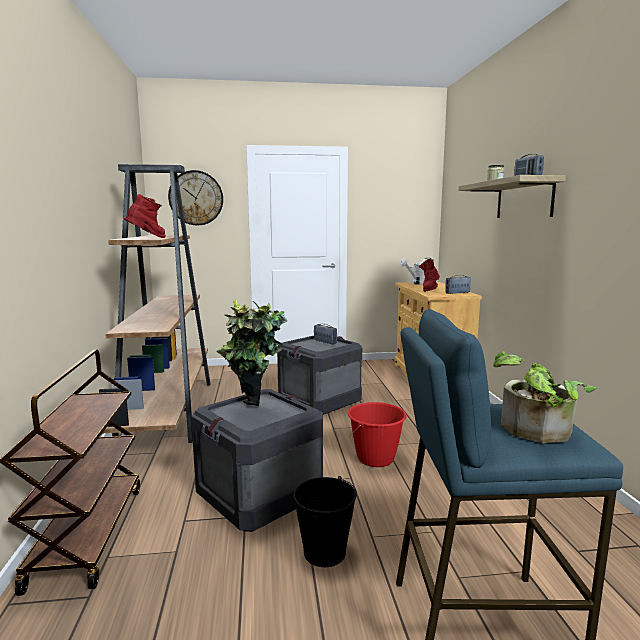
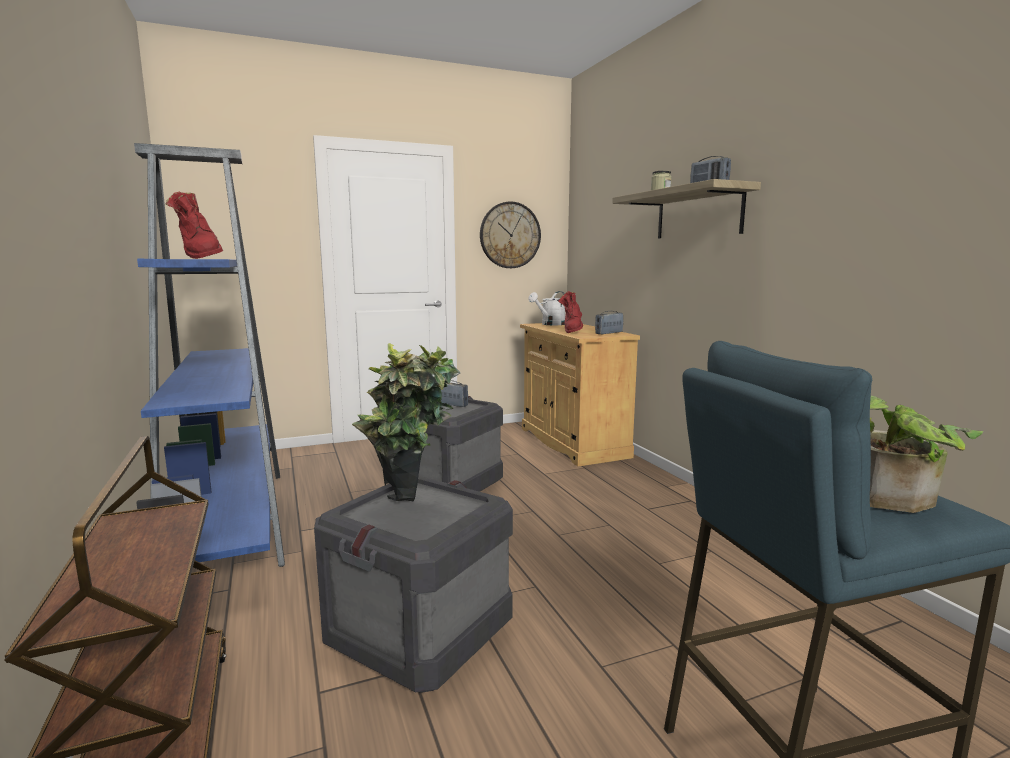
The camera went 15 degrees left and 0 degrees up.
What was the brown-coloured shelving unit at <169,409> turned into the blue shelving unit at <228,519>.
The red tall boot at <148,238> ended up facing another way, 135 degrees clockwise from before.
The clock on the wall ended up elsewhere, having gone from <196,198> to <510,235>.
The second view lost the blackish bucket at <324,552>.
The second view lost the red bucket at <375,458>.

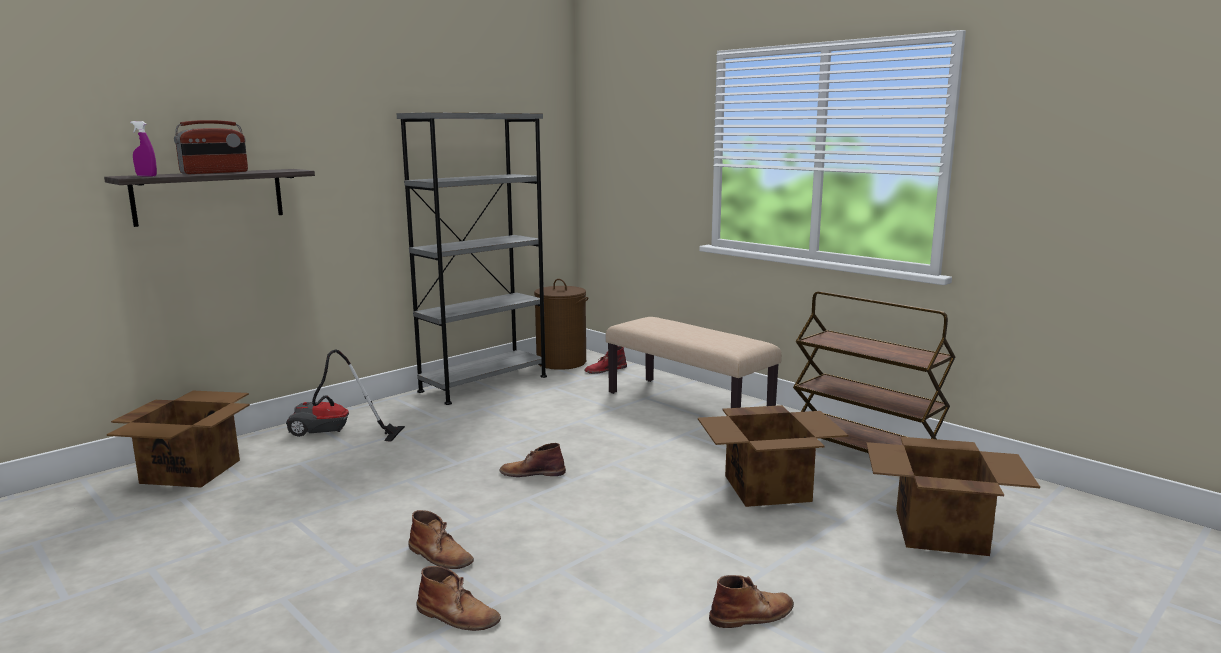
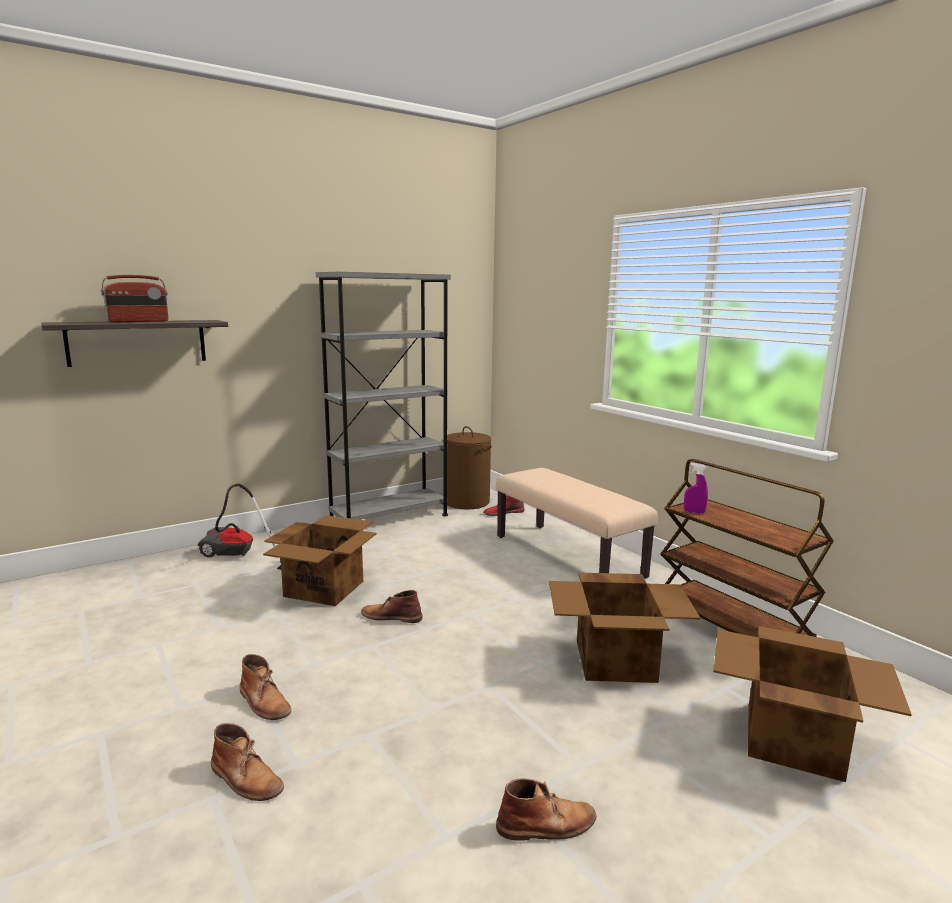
The camera went 10 degrees right and 0 degrees up.
The carton ended up elsewhere, having gone from <192,471> to <325,588>.
The purplish sprayer ended up elsewhere, having gone from <146,176> to <694,512>.

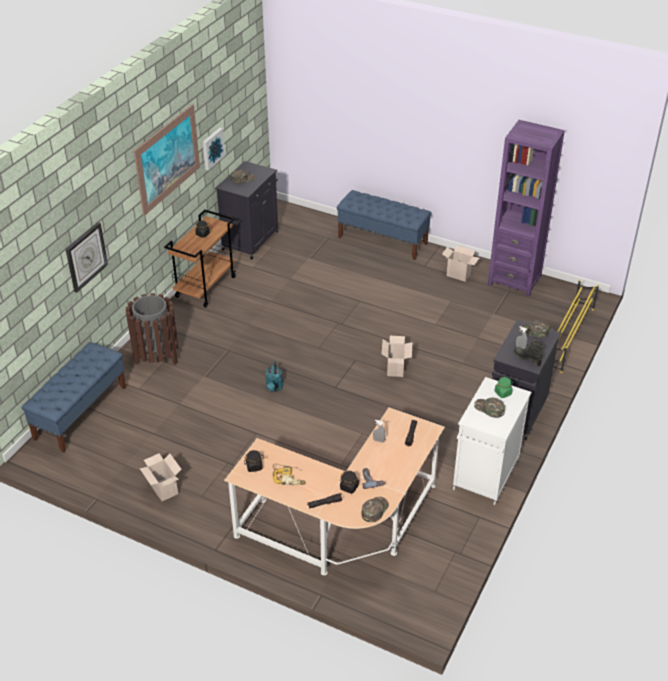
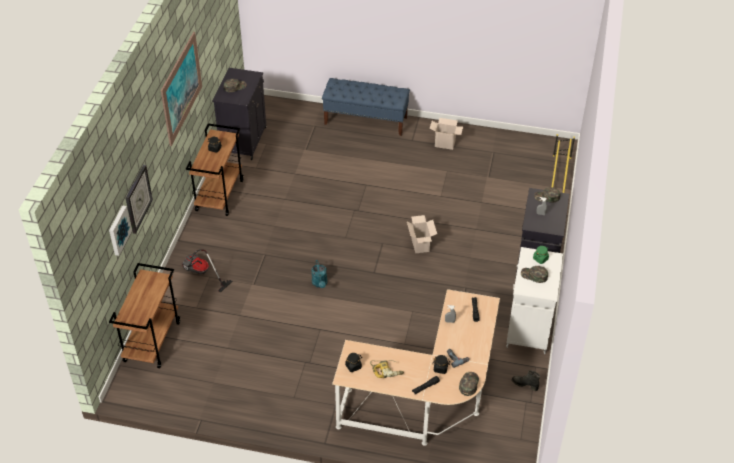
The camera went 15 degrees left and 5 degrees up.
The wall picture ended up elsewhere, having gone from <212,148> to <118,230>.
Where the blue long seat stood at <81,412>, the brown-coloured trolley came to stand at <152,341>.
Where the brown-coloured rubbish bin stood at <157,357>, the hoover came to stand at <201,274>.
The blackish tall boot ended up elsewhere, having gone from <527,358> to <525,384>.
The second view lost the carton at <163,489>.
The second view lost the purplish shelving unit at <514,280>.

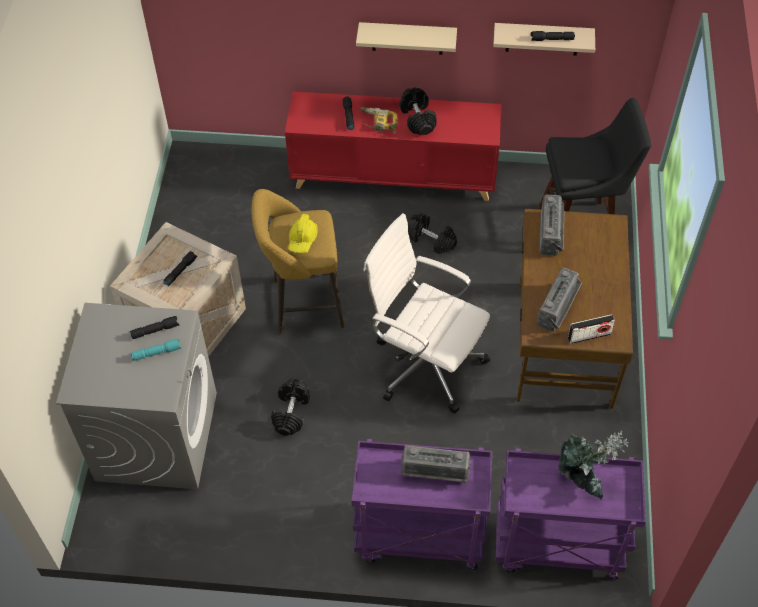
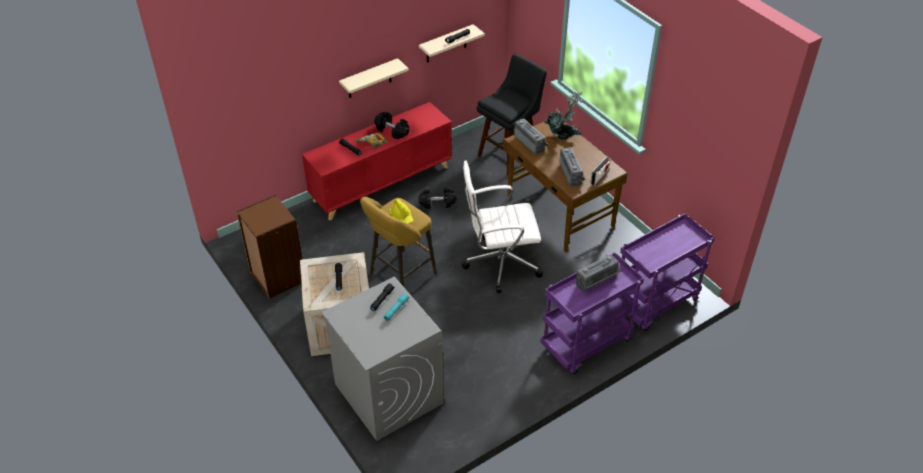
The camera went 40 degrees left and 10 degrees down.
The second view gained the brown-coloured shelving unit at <277,277>.
The houseplant ended up elsewhere, having gone from <583,478> to <563,136>.
The second view lost the blackish dumbbell at <291,412>.

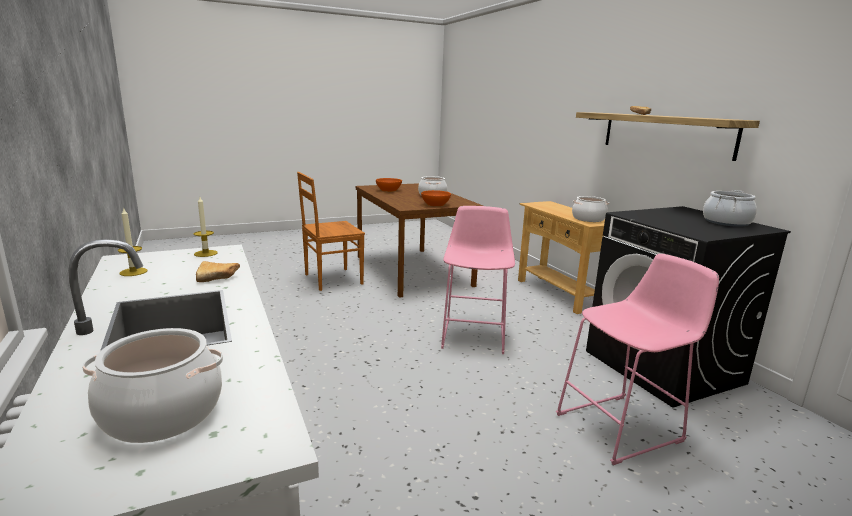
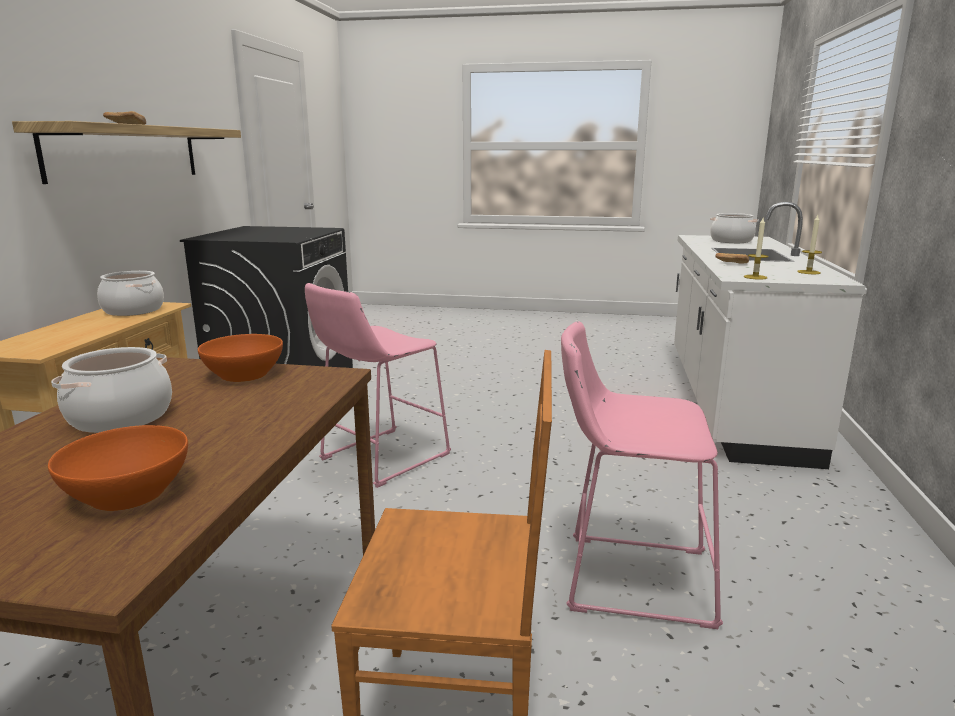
The camera went 145 degrees left and 0 degrees up.
The pink-coloured sitting stool ended up elsewhere, having gone from <624,426> to <629,577>.
The second view lost the stockpot at <726,222>.

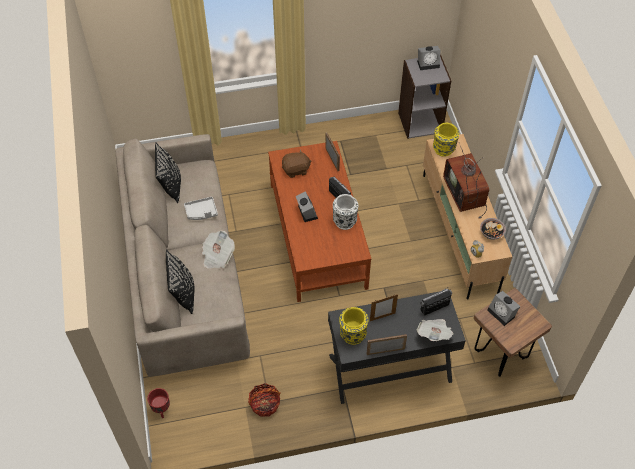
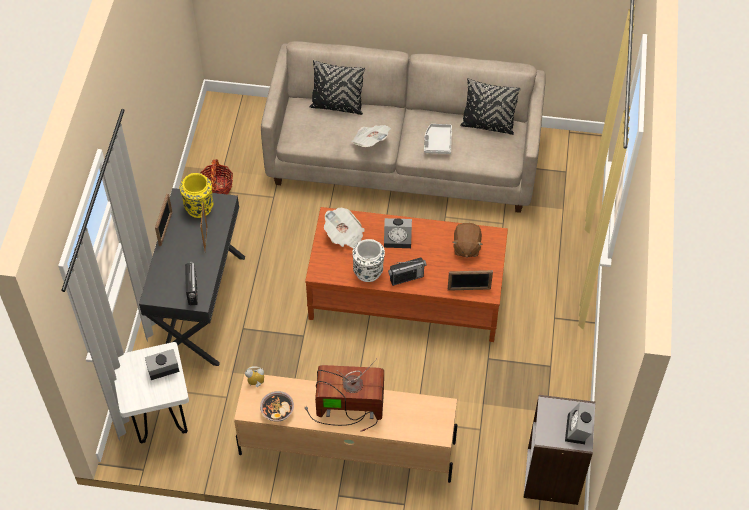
The camera went 110 degrees right and 0 degrees up.
What was the brown-coloured sitting stool at <500,355> turned into the white-coloured sitting stool at <160,420>.
The newspaper ended up elsewhere, having gone from <434,334> to <344,236>.
The second view lost the red flower pot at <161,409>.
The second view lost the yellow vase at <444,149>.

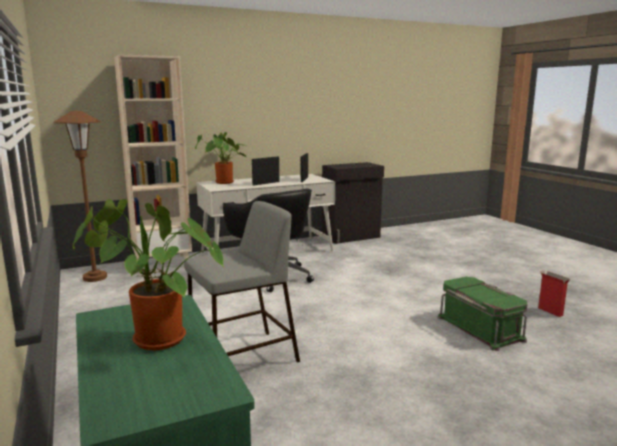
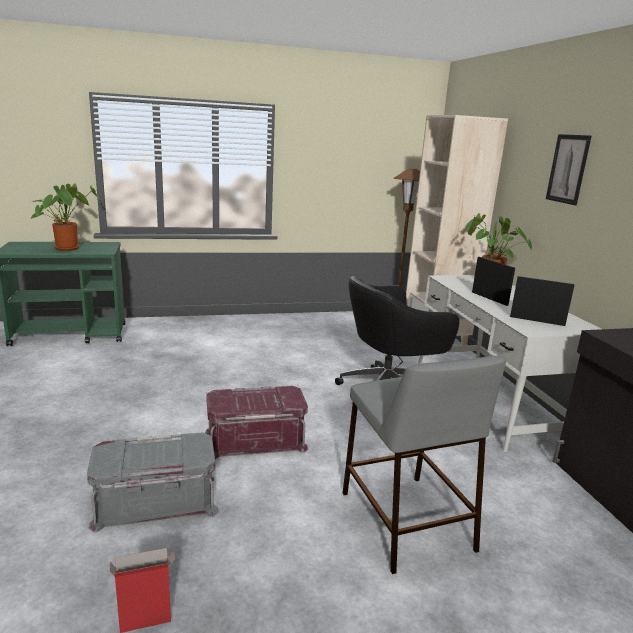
The camera went 100 degrees right and 5 degrees up.
What was the greenish storage box at <481,328> turned into the grey storage box at <155,503>.
The second view gained the red storage box at <255,440>.
The grey sitting stool ended up elsewhere, having gone from <242,358> to <404,519>.
The second view gained the wall picture at <568,169>.

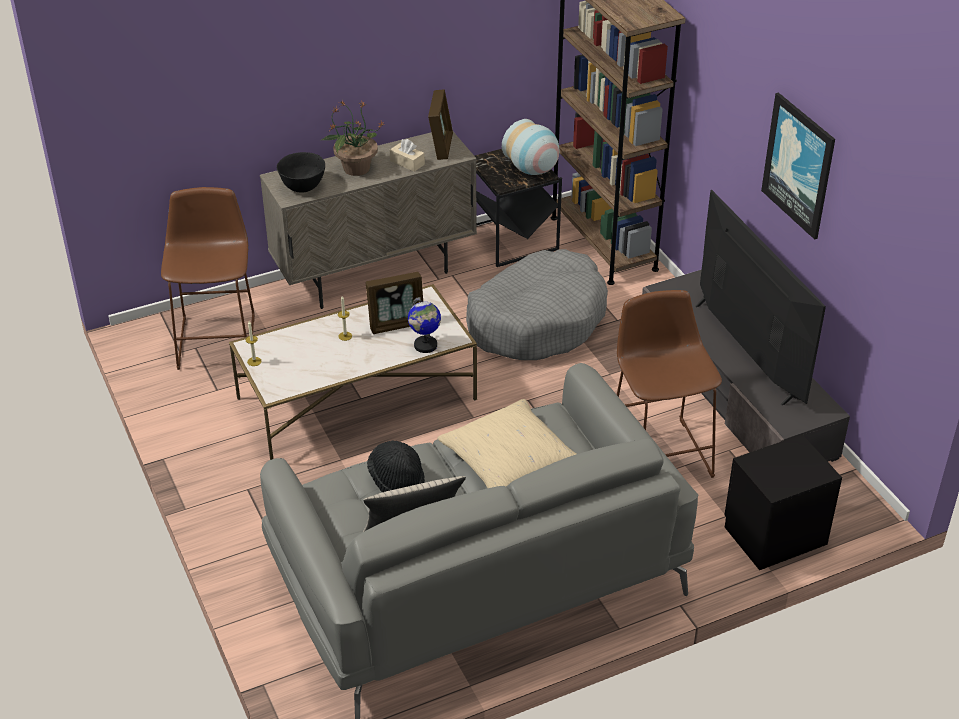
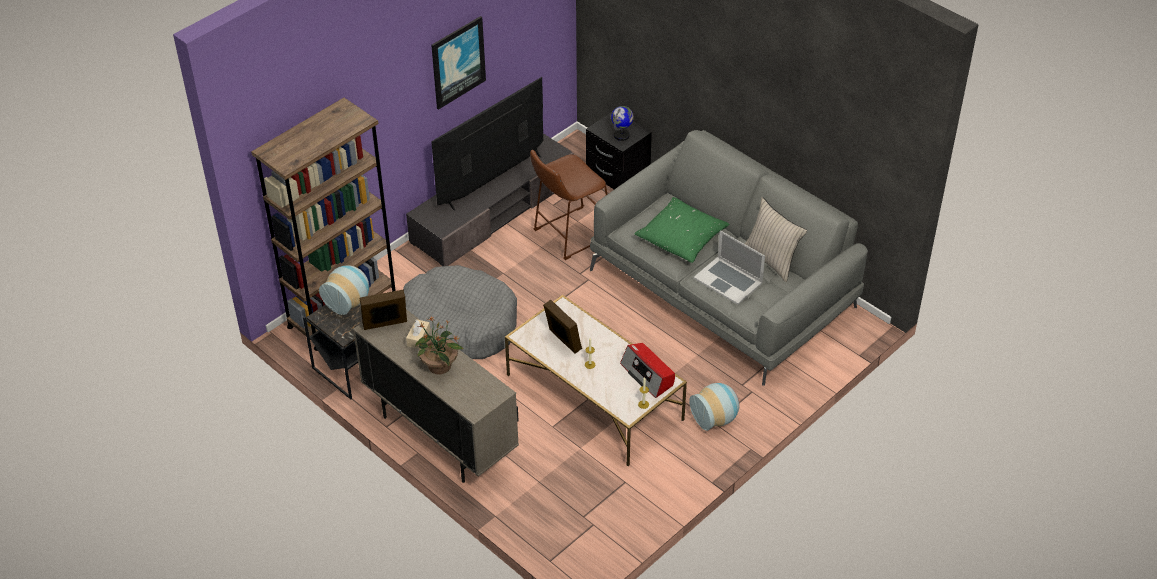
The camera went 110 degrees left and 5 degrees up.
The world globe ended up elsewhere, having gone from <425,345> to <621,135>.
The second view gained the radio receiver at <648,375>.
What was the beige-coloured throw pillow at <510,462> turned into the greenish throw pillow at <681,238>.
The second view gained the vase at <715,418>.
Where the blackish wearable hat stood at <397,481>, the notebook computer came to stand at <728,280>.
The second view lost the brown-coloured sitting stool at <218,338>.
The second view lost the blackish serving bowl at <303,187>.

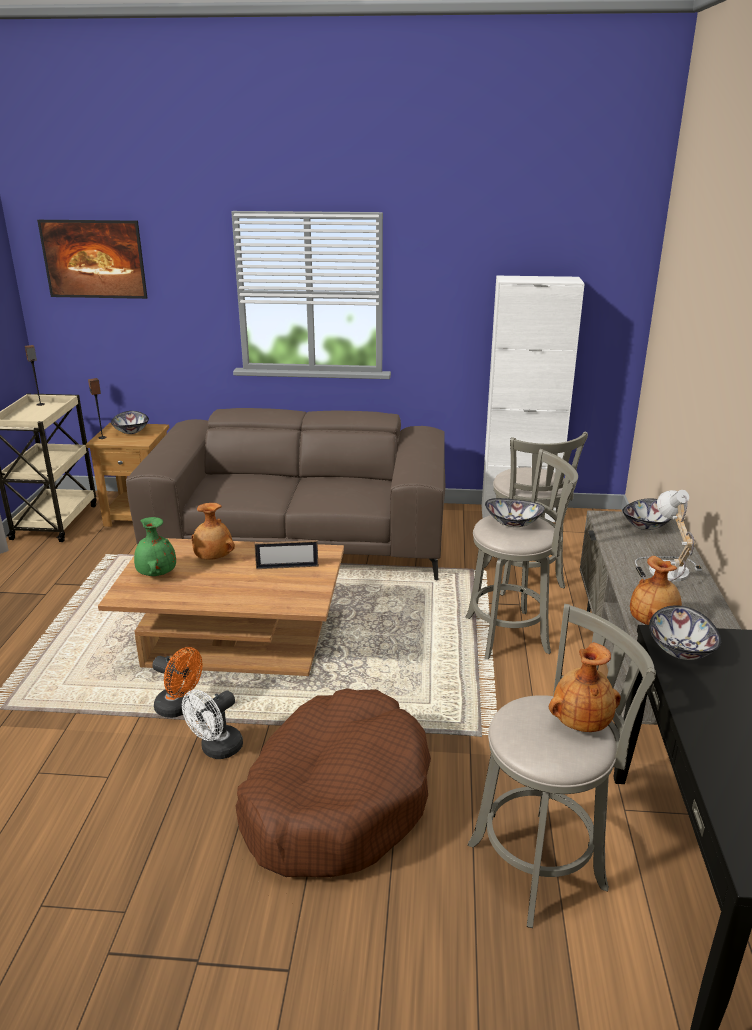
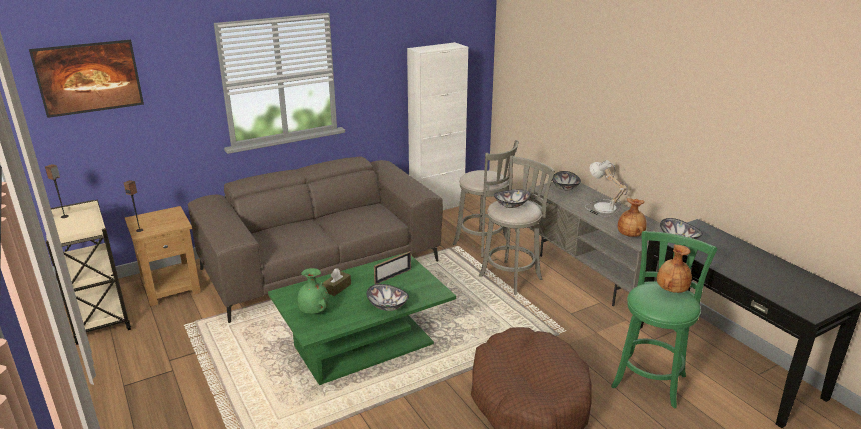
The camera went 35 degrees left and 0 degrees up.
What was the brown-coloured lounge table at <235,644> turned into the greenish lounge table at <364,345>.
Where the brown-coloured vase stood at <213,558>, the brown-coloured tissue holder came to stand at <337,288>.
The serving bowl ended up elsewhere, having gone from <131,431> to <387,306>.
What was the grey sitting stool at <542,863> turned into the greenish sitting stool at <650,379>.
The second view lost the orangey fan at <179,708>.
The second view lost the white-coloured fan at <217,750>.

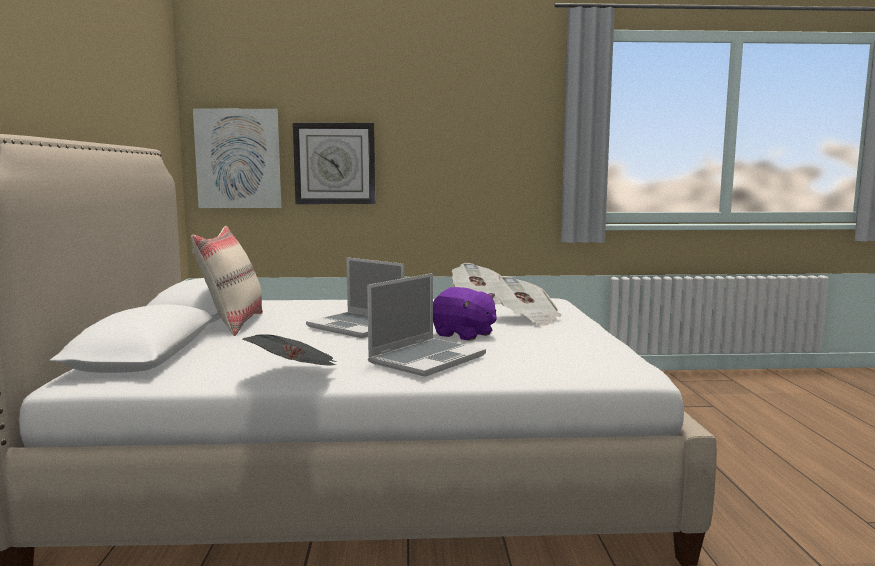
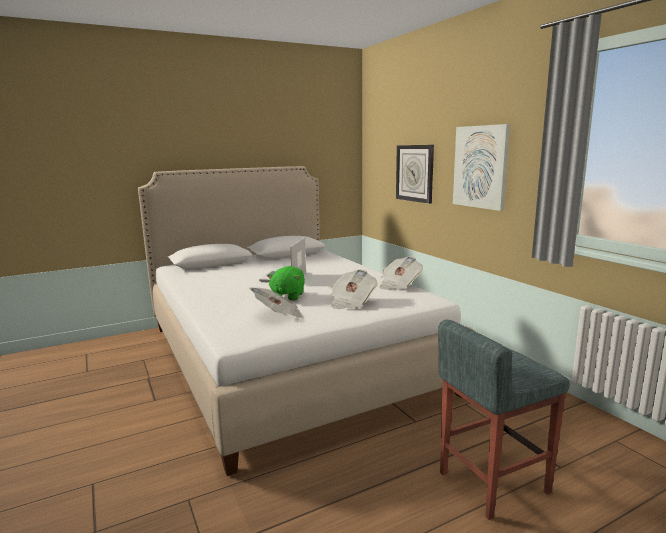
The camera went 65 degrees right and 5 degrees up.
The newspaper ended up elsewhere, having gone from <296,376> to <278,316>.
What was the purplish plush toy at <464,335> turned into the greenish plush toy at <287,296>.
The second view gained the grey sitting stool at <492,482>.
The wall picture ended up elsewhere, having gone from <238,159> to <480,167>.
The second view lost the beige-coloured throw pillow at <233,323>.
The second view lost the notebook computer at <427,359>.

